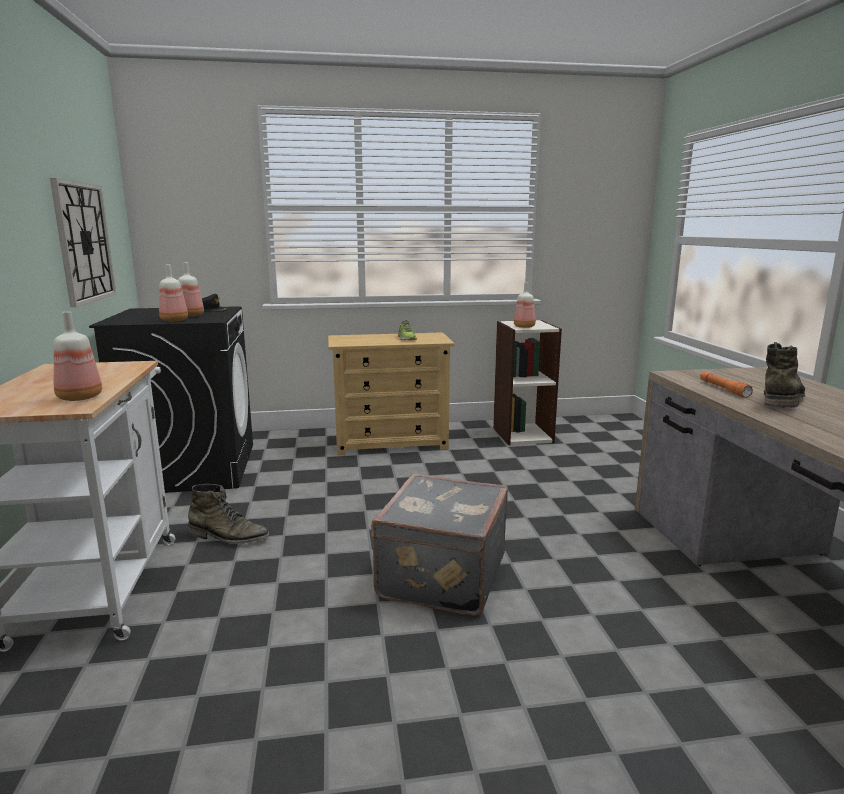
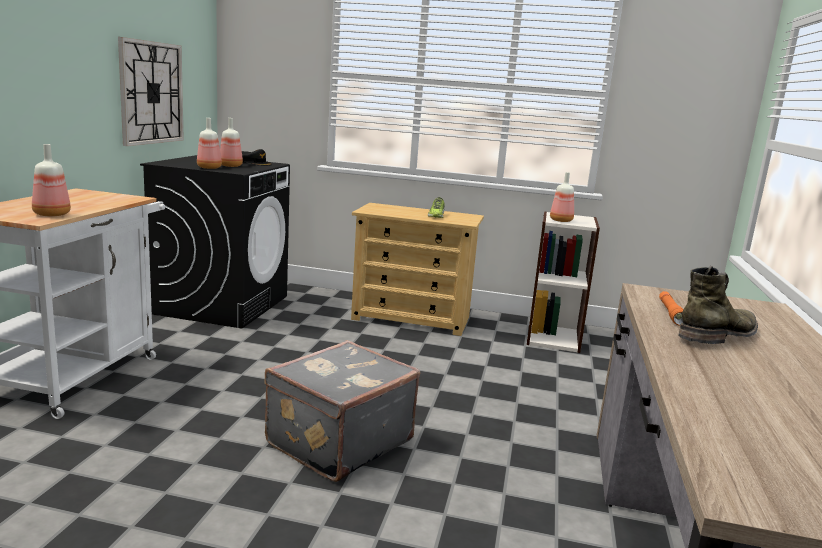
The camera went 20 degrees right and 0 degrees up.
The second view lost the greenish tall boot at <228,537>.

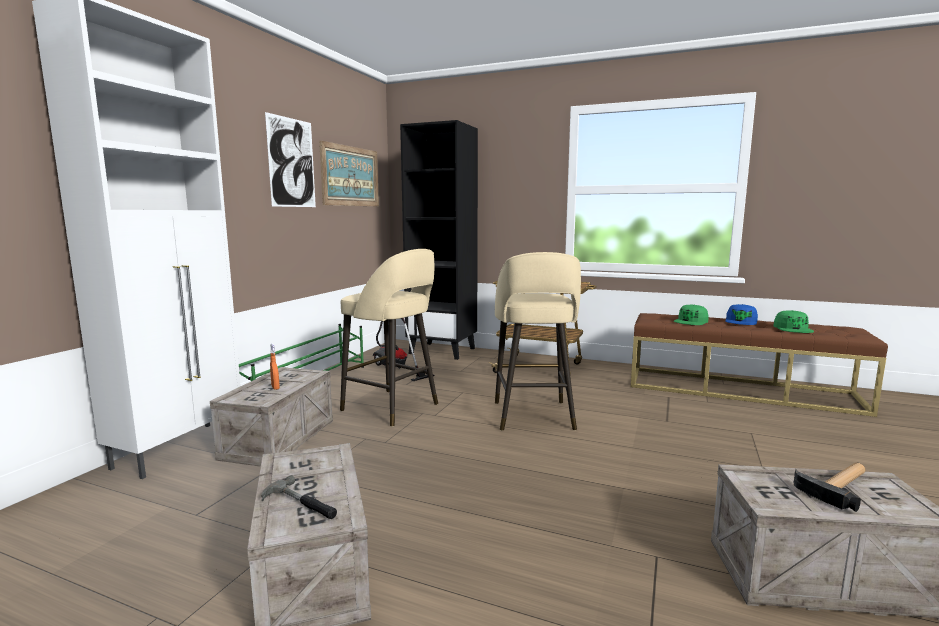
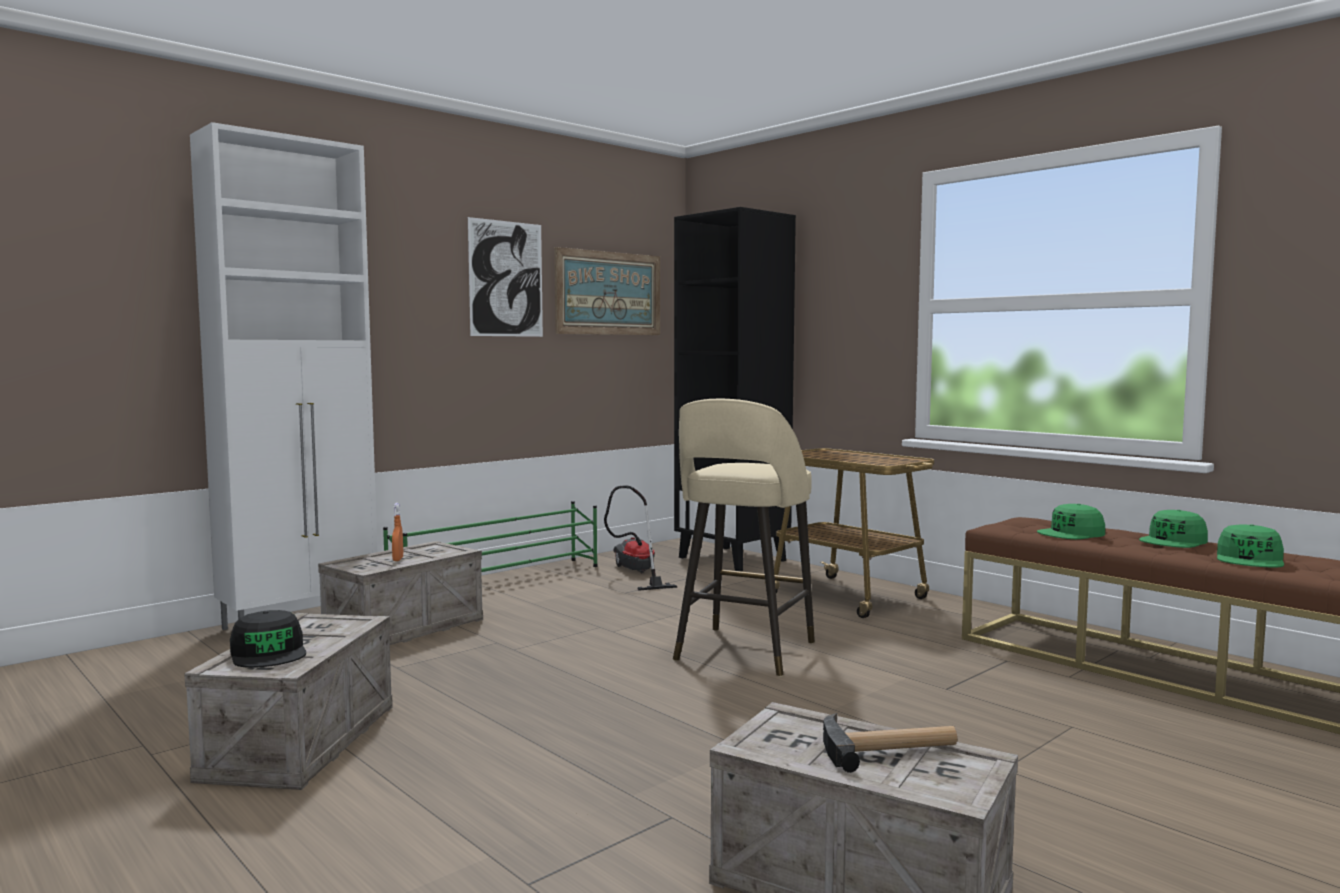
The camera went 25 degrees right and 5 degrees down.
Where the tool hammer stood at <300,504>, the blackish baseball cap came to stand at <269,653>.
What was the blue baseball cap at <741,321> turned into the greenish baseball cap at <1173,541>.
The second view lost the beige-coloured sitting stool at <392,408>.

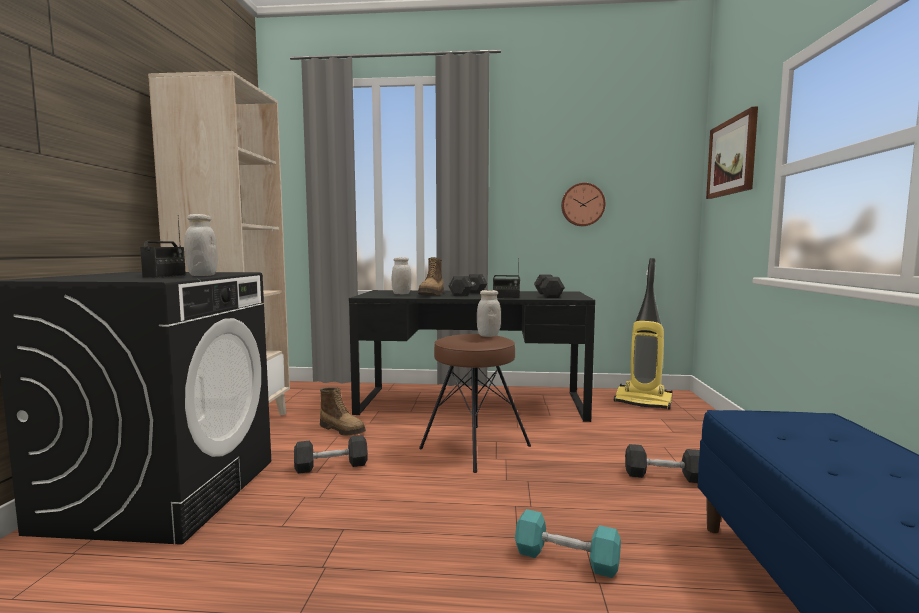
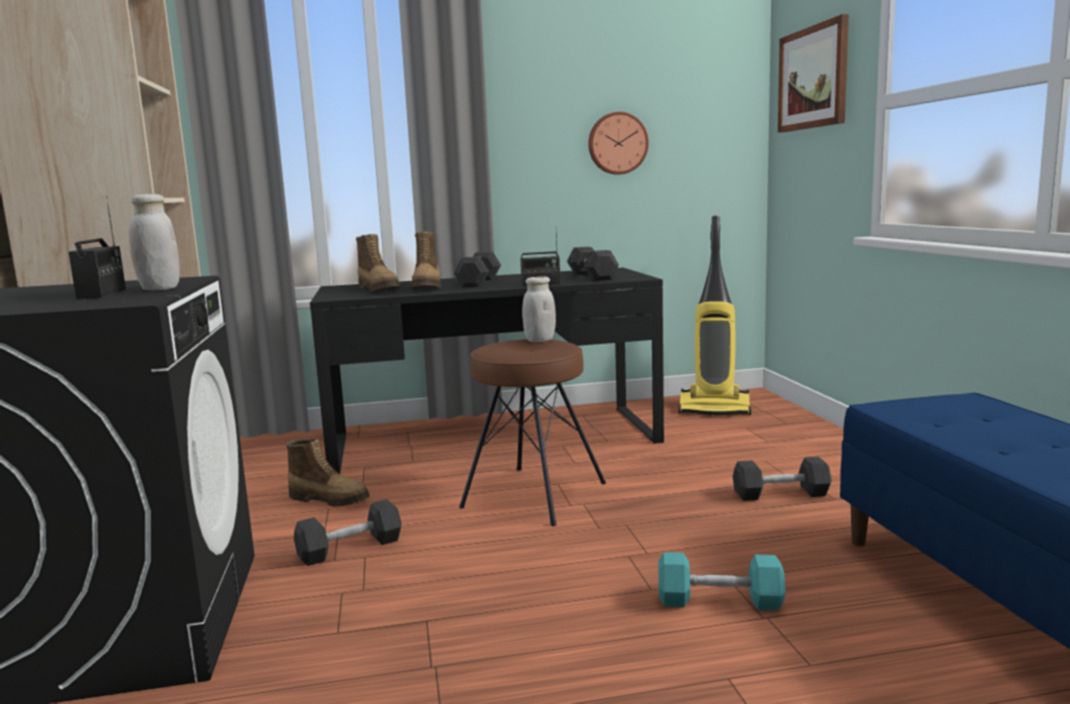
The camera went 15 degrees left and 5 degrees up.
Where the white-coloured preserve jar stood at <401,294>, the tall boot came to stand at <379,290>.

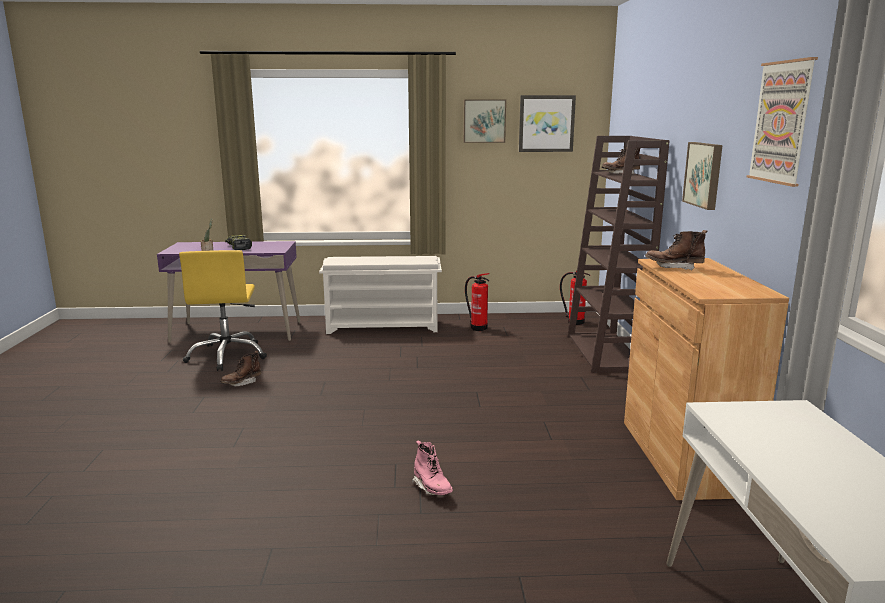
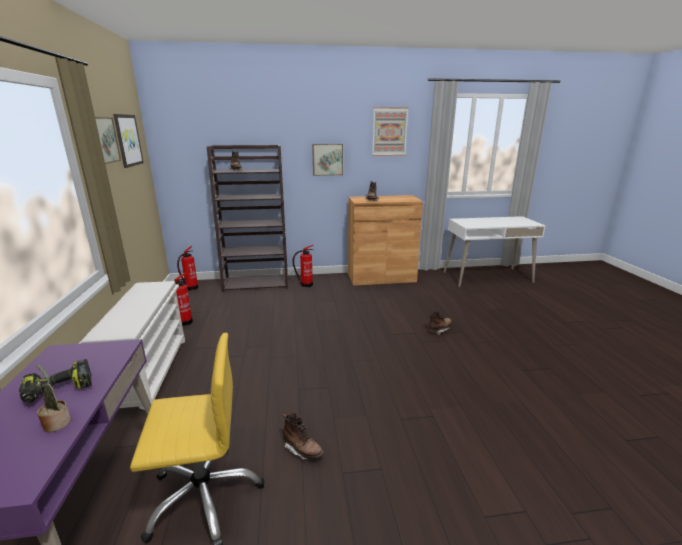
The camera went 95 degrees left and 5 degrees up.
The second view gained the fire extinguisher at <305,285>.
What was the pink-coloured tall boot at <432,488> turned into the brown-coloured tall boot at <439,330>.

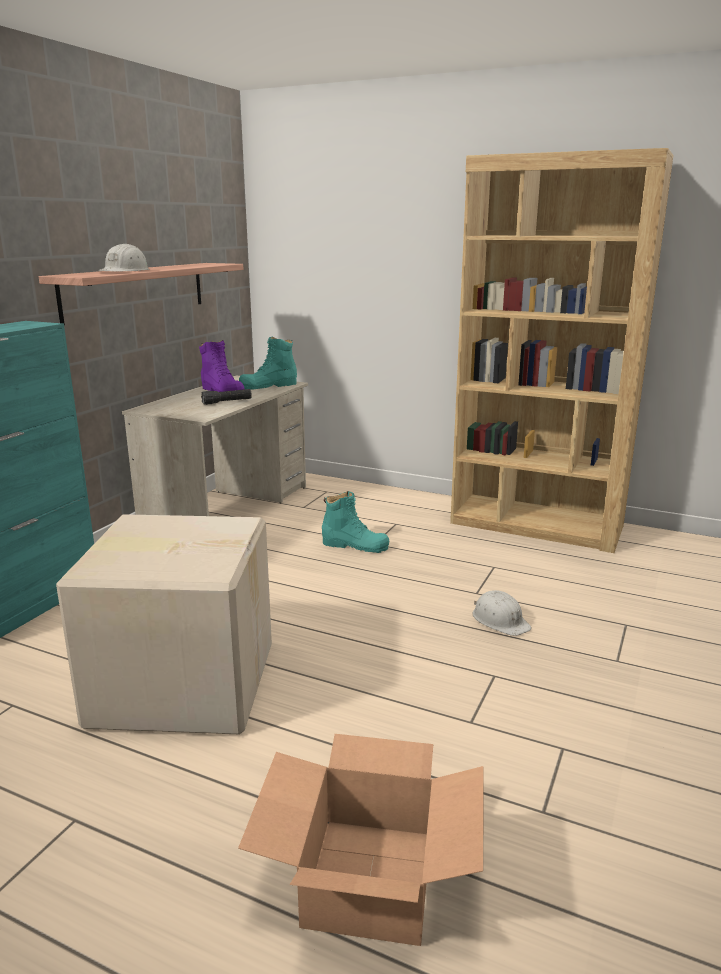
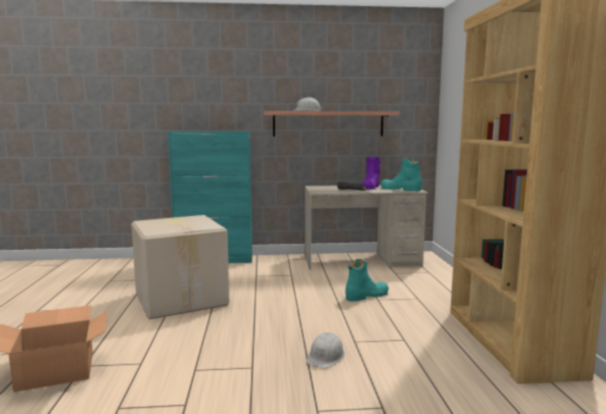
The camera went 60 degrees right and 10 degrees down.
The turquoise-coloured tall boot at <355,545> ended up facing another way, 105 degrees counterclockwise from before.

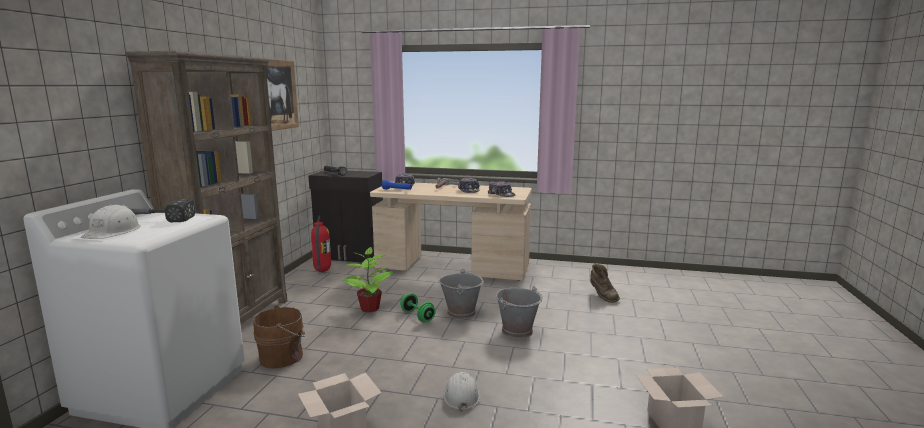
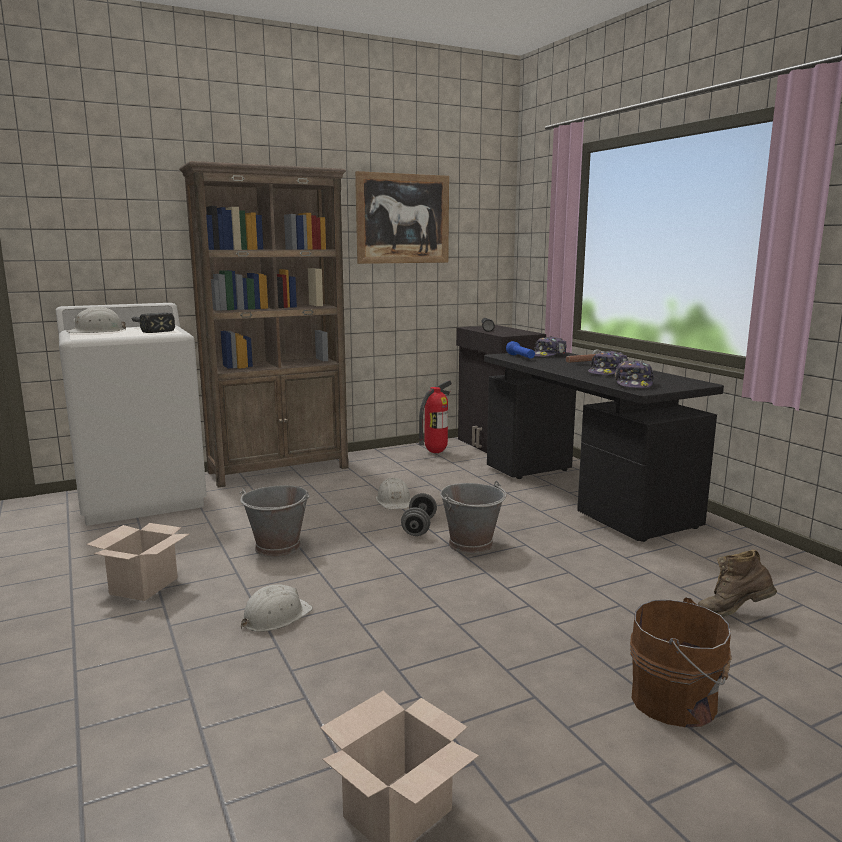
The camera went 50 degrees right and 0 degrees up.
The grey bucket ended up elsewhere, having gone from <517,331> to <278,547>.
Where the houseplant stood at <369,308>, the white-coloured safety helmet came to stand at <394,501>.
What was the greenish dumbbell at <417,316> turned into the grey dumbbell at <419,527>.
What was the beige-coloured desk at <452,268> turned into the blackish desk at <582,495>.
The brown-coloured bucket ended up elsewhere, having gone from <283,357> to <677,701>.
The brown-coloured tall boot at <602,296> ended up facing another way, 60 degrees clockwise from before.

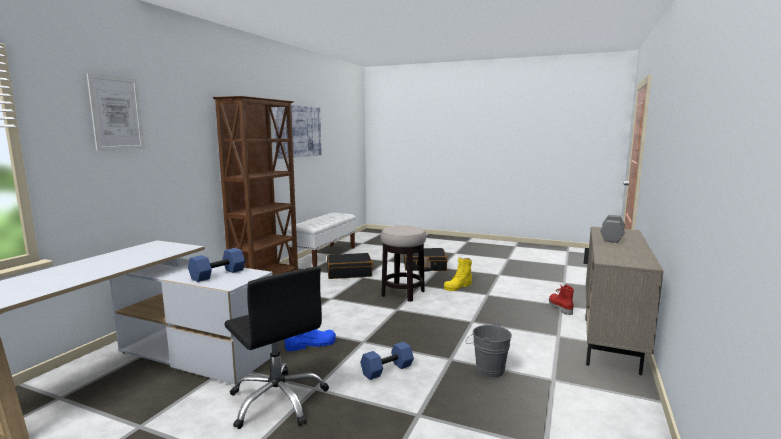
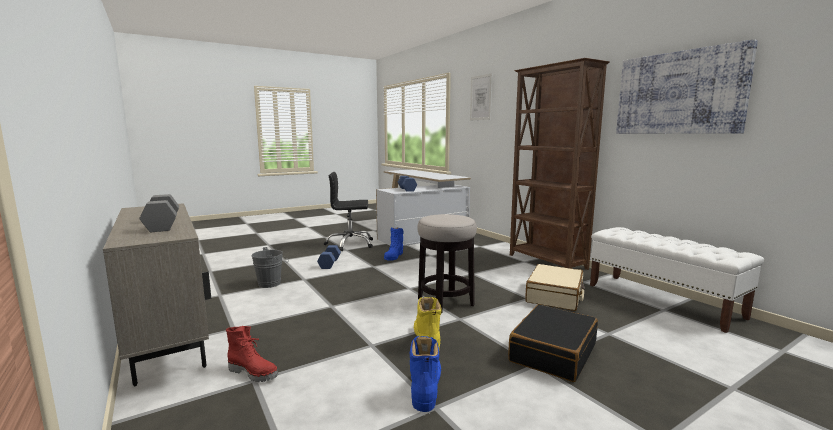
The camera went 125 degrees right and 0 degrees up.
The second view gained the blue tall boot at <426,387>.
What was the blackish piece of luggage at <349,273> turned into the beige-coloured piece of luggage at <555,296>.

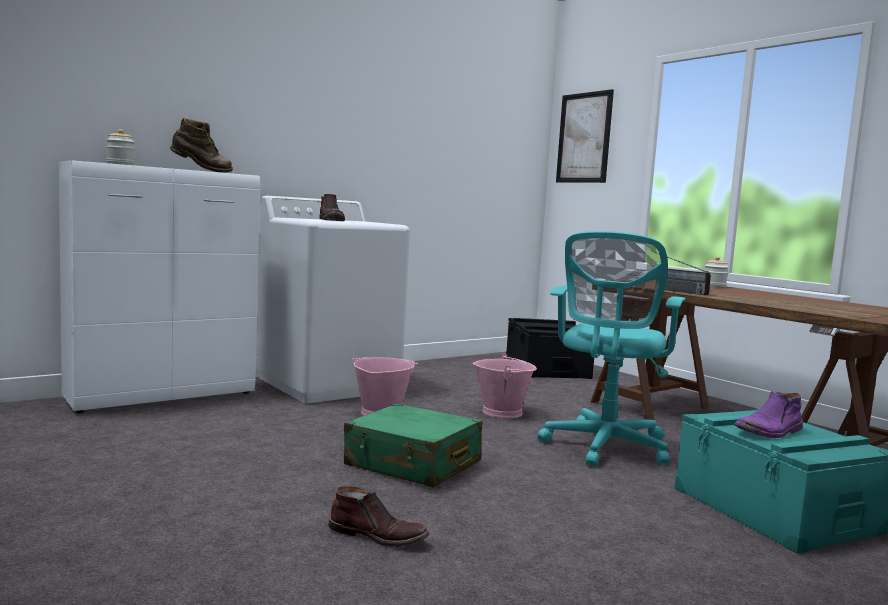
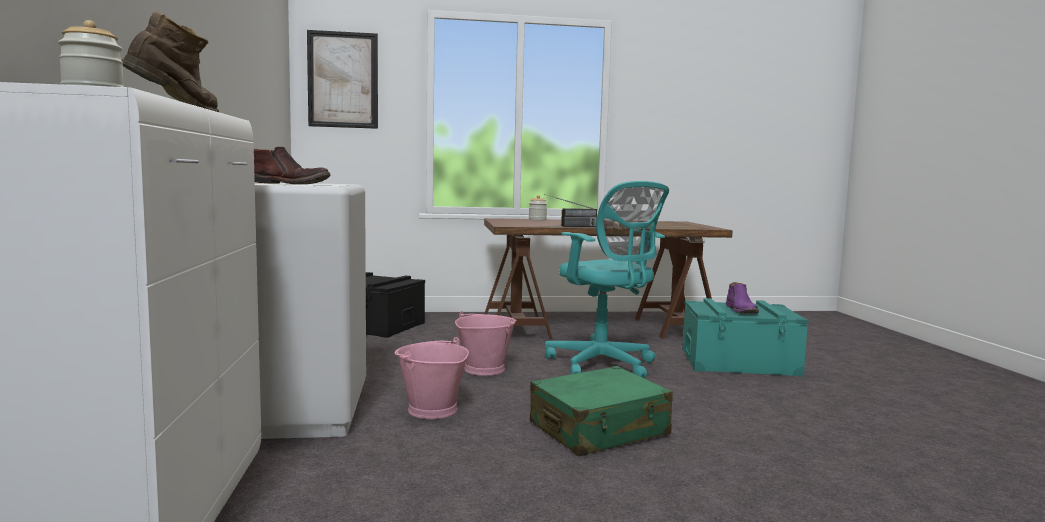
The camera went 60 degrees left and 0 degrees up.
The second view lost the brown-coloured tall boot at <378,535>.

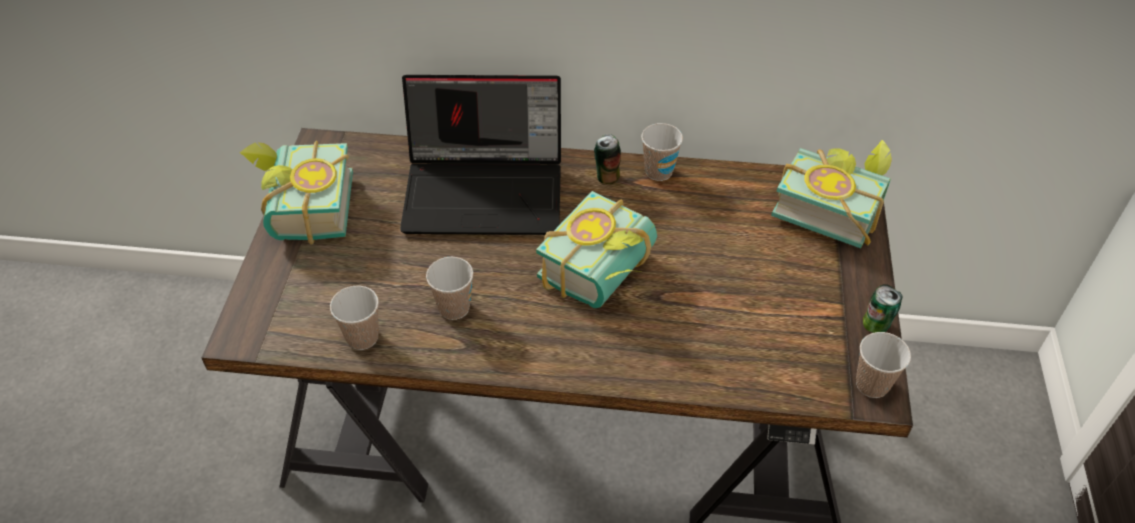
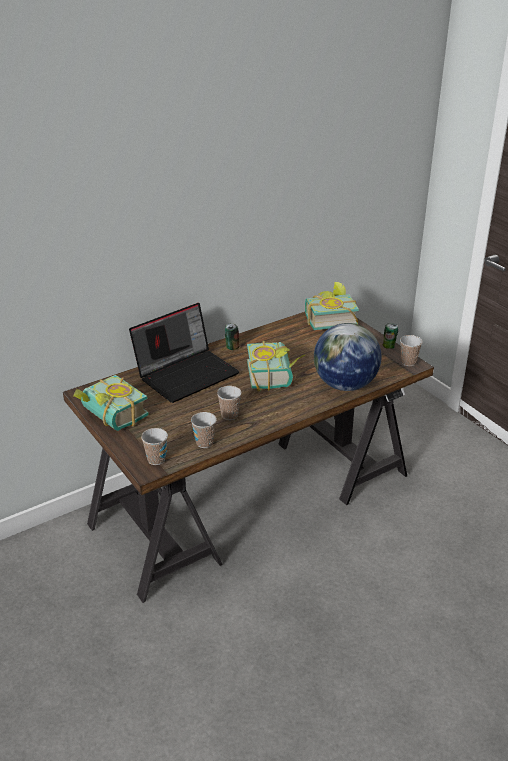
The camera went 40 degrees left and 15 degrees down.
The small cup ended up elsewhere, having gone from <658,171> to <156,459>.
The second view gained the world globe at <344,385>.

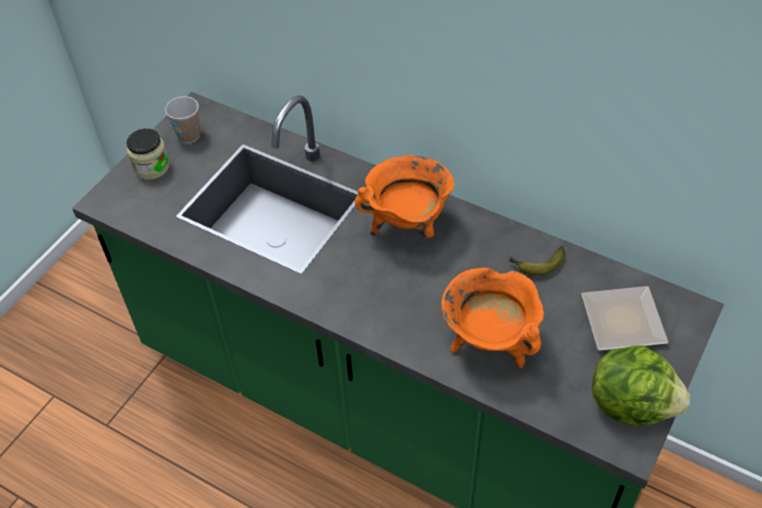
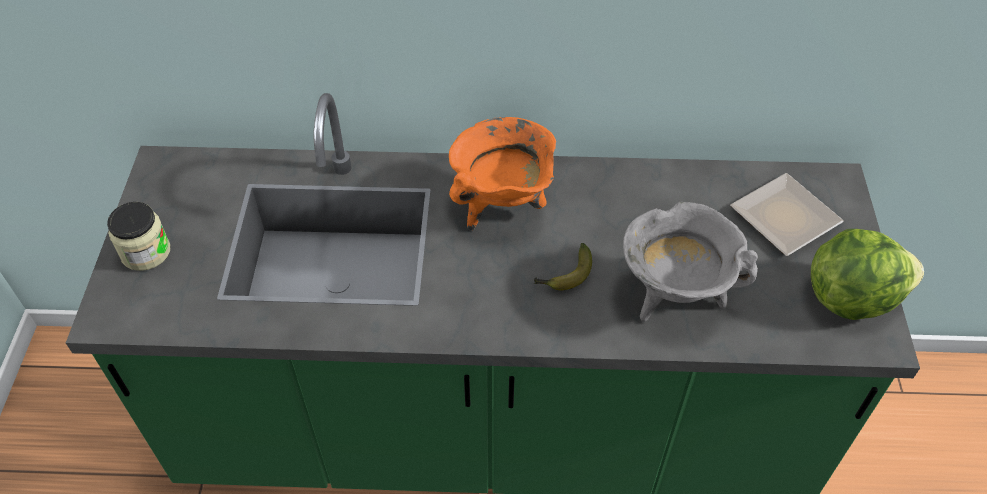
The camera went 30 degrees left and 0 degrees up.
The banana ended up elsewhere, having gone from <536,265> to <565,275>.
What was the orangey stockpot at <489,344> turned into the grey stockpot at <675,296>.
The second view lost the small cup at <189,135>.

